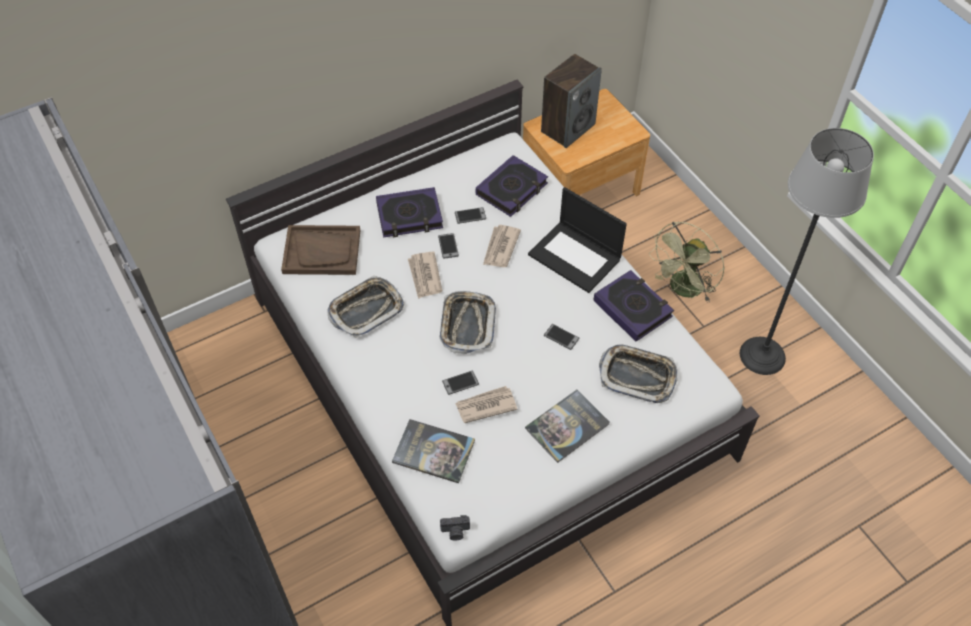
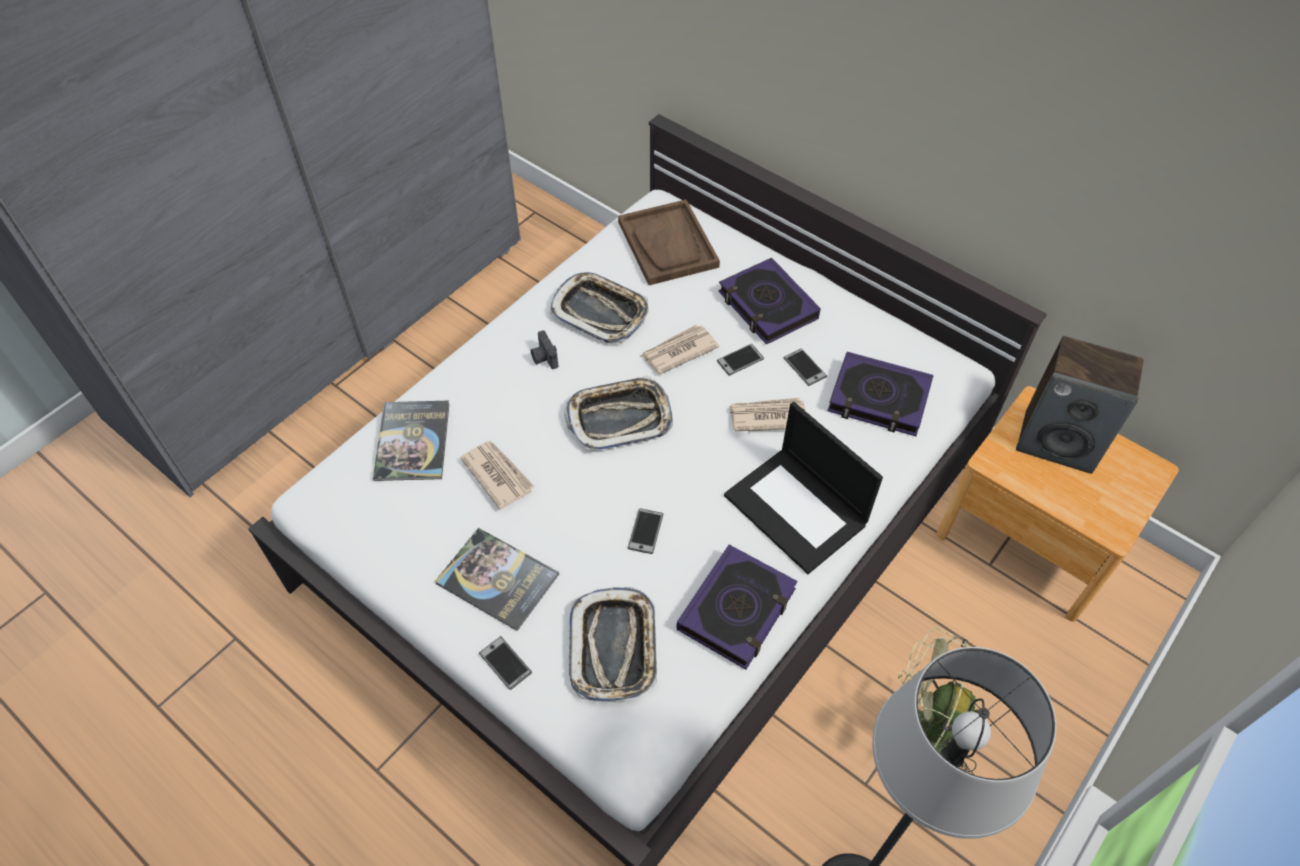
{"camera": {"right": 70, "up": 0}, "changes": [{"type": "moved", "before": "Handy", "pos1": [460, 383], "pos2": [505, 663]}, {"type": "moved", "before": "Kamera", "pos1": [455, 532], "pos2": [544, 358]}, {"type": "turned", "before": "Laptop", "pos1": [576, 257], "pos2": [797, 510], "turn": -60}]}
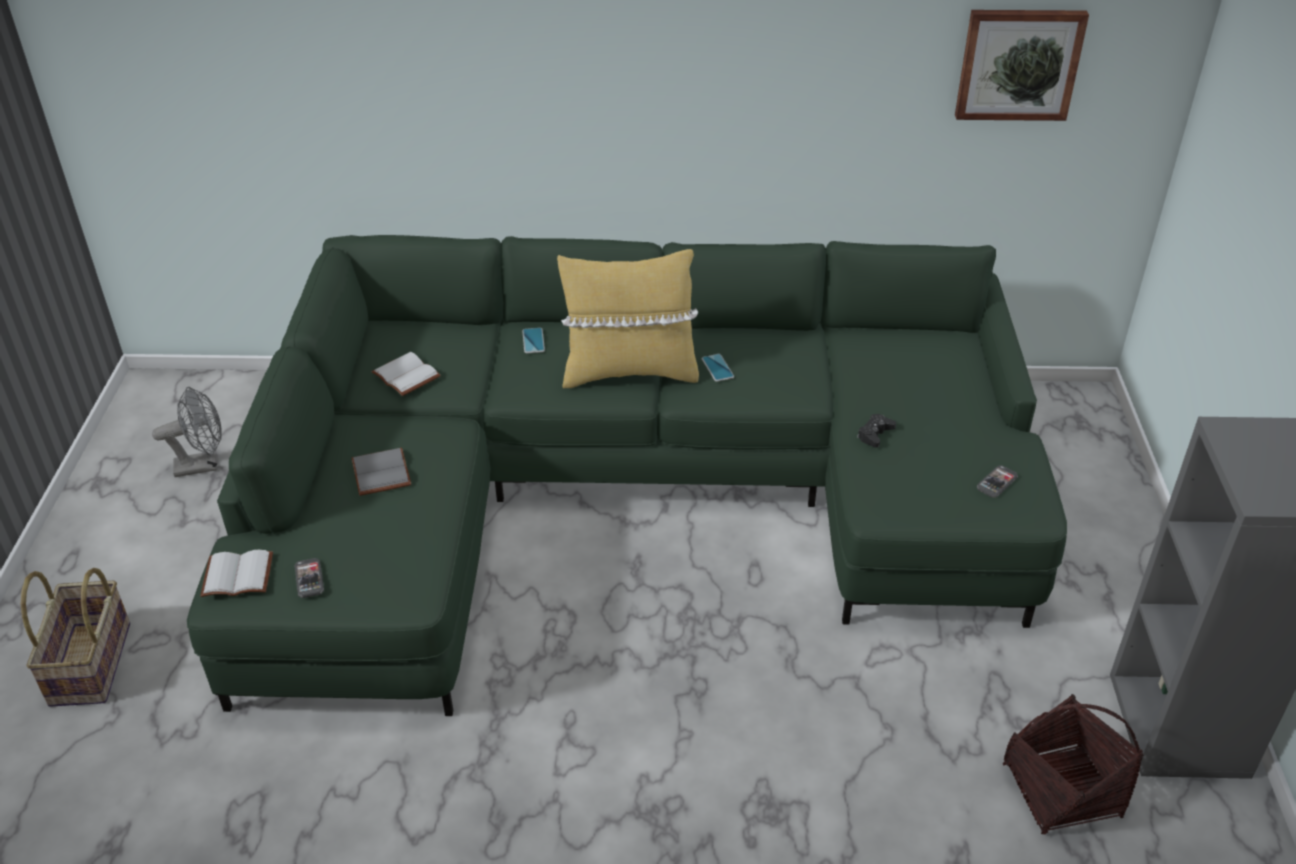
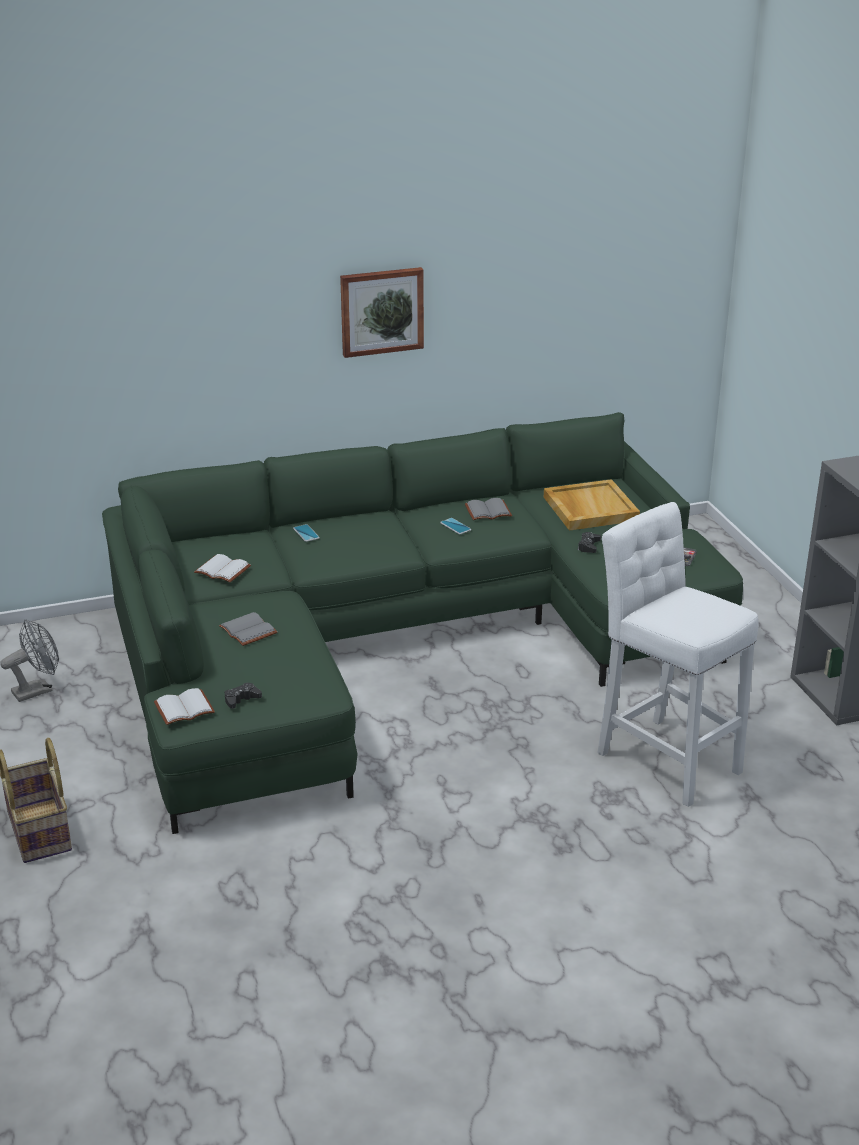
{"camera": {"right": -20, "up": -10}, "changes": [{"type": "replaced", "before": "Handy", "after": "Gamepad [schwarz]", "pos1": [309, 579], "pos2": [241, 699]}, {"type": "moved", "before": "Bild", "pos1": [1018, 64], "pos2": [381, 311]}, {"type": "added", "after": "Buch [grau]", "pos2": [488, 510]}, {"type": "added", "after": "Tablett [beige]", "pos2": [589, 508]}, {"type": "added", "after": "Hocker [weiß]", "pos2": [664, 757]}, {"type": "removed", "before": "Kissen [gelb]", "pos1": [629, 372]}, {"type": "removed", "before": "Korb", "pos1": [1062, 791]}]}
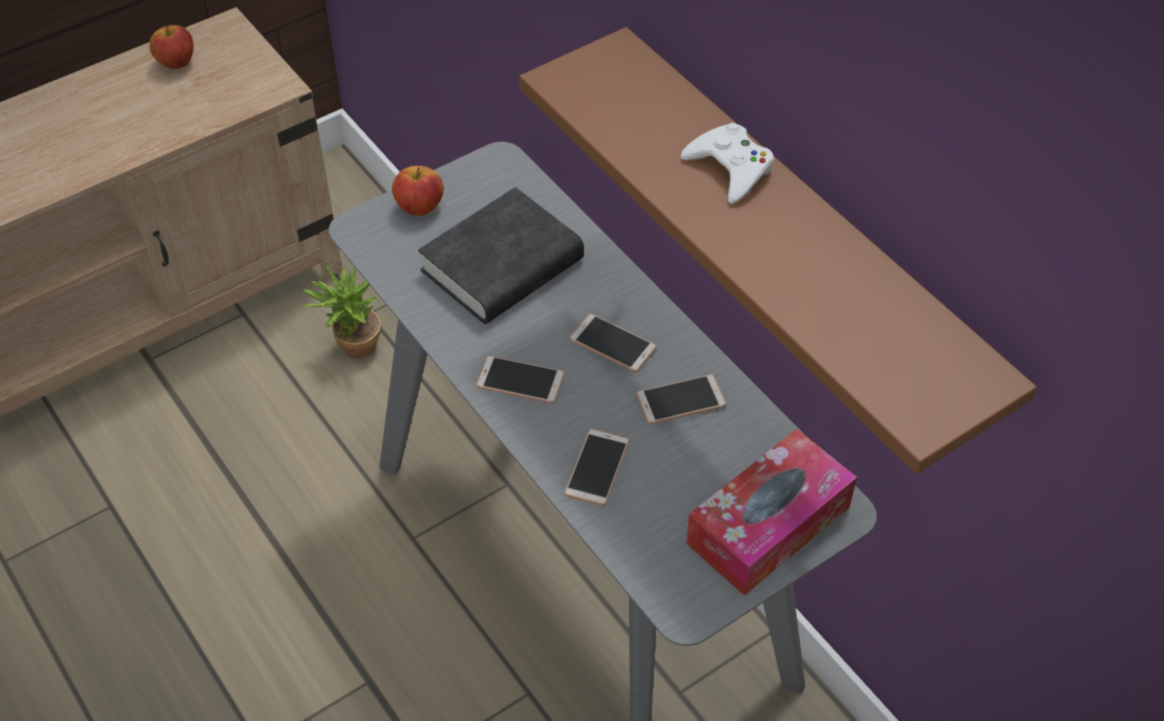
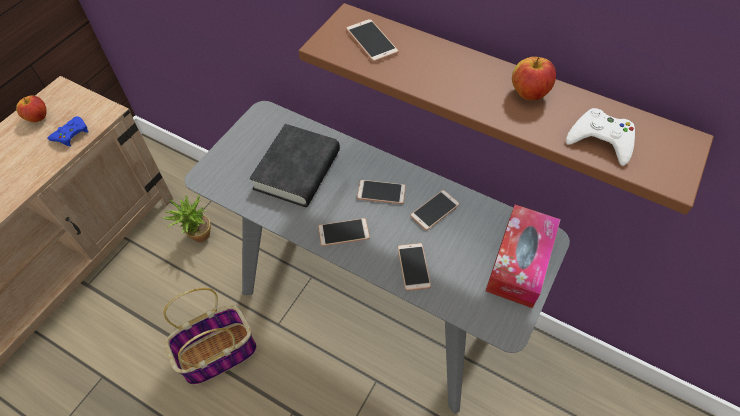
{"camera": {"right": -25, "up": 5}, "changes": [{"type": "added", "after": "Gamepad [blau]", "pos2": [71, 134]}, {"type": "added", "after": "Korb", "pos2": [219, 353]}, {"type": "added", "after": "Handy", "pos2": [371, 41]}, {"type": "moved", "before": "Apfel", "pos1": [419, 207], "pos2": [529, 93]}, {"type": "moved", "before": "Gamepad [weiß]", "pos1": [730, 168], "pos2": [600, 140]}]}
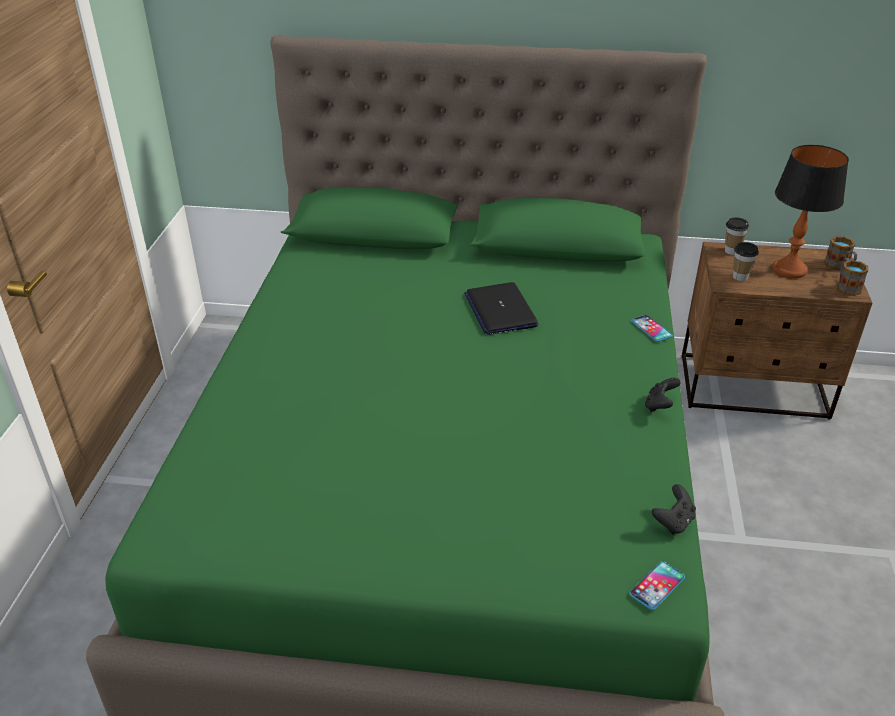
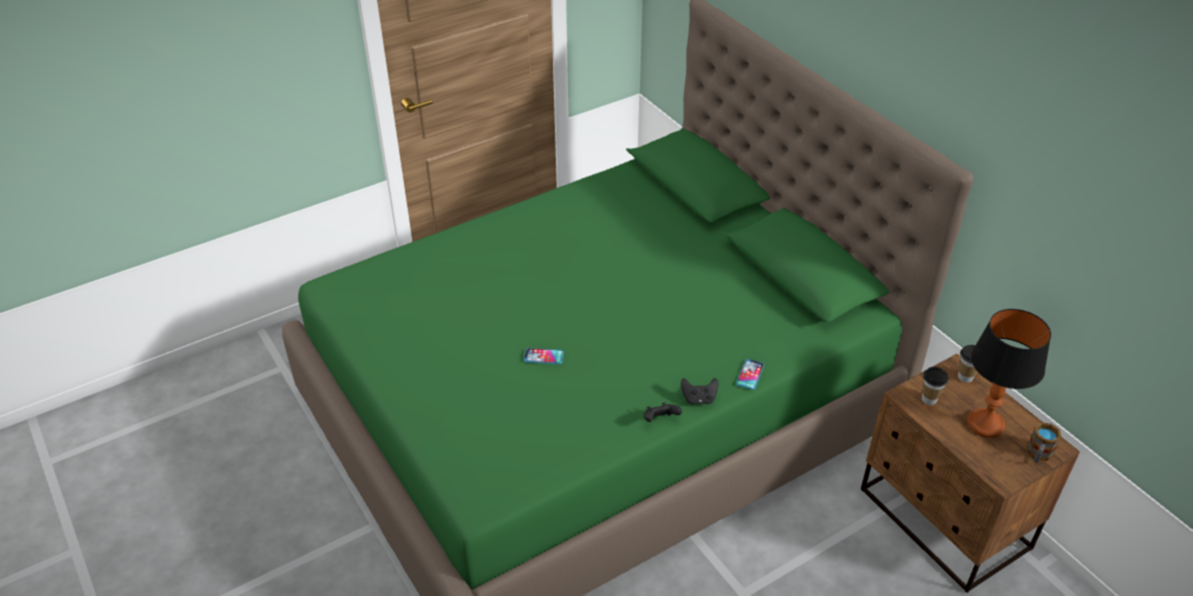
{"camera": {"right": 50, "up": 5}, "changes": [{"type": "moved", "before": "Handy", "pos1": [657, 586], "pos2": [543, 356]}, {"type": "moved", "before": "Gamepad [schwarz]", "pos1": [673, 522], "pos2": [699, 399]}, {"type": "removed", "before": "Laptop", "pos1": [500, 310]}, {"type": "removed", "before": "Henkelbecher", "pos1": [846, 286]}]}
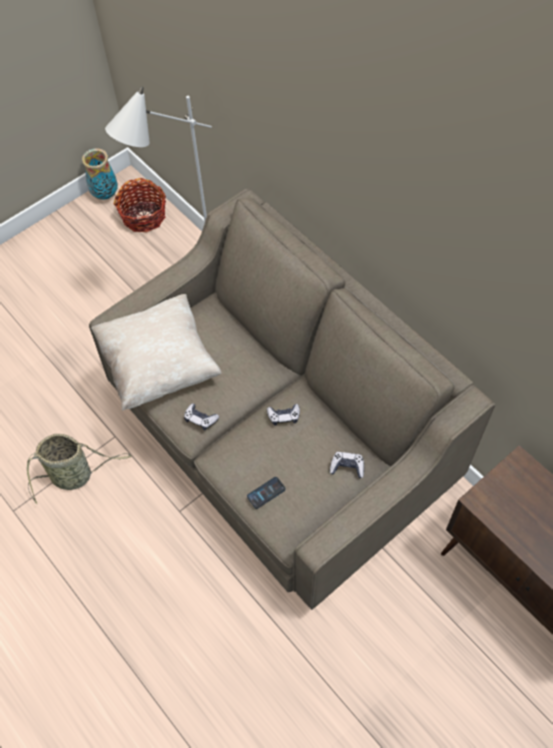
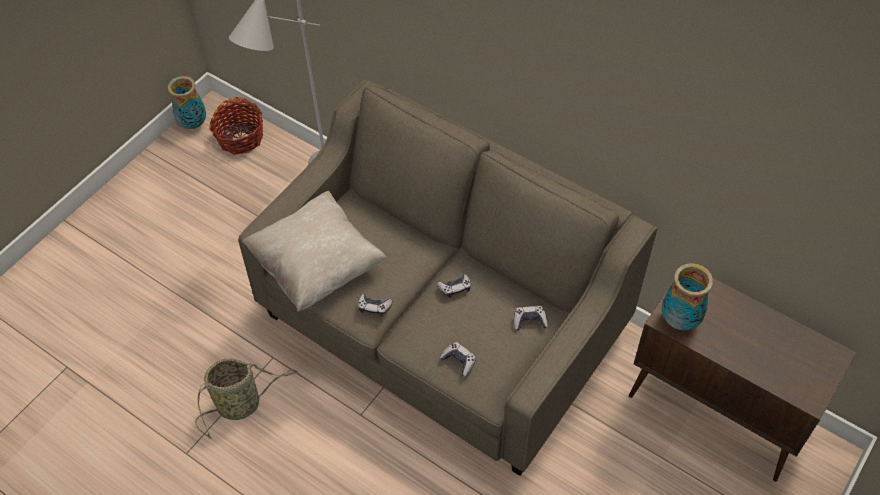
{"camera": {"right": -15, "up": -5}, "changes": [{"type": "replaced", "before": "Handy", "after": "Gamepad", "pos1": [266, 493], "pos2": [459, 361]}, {"type": "added", "after": "Vase", "pos2": [679, 319]}]}
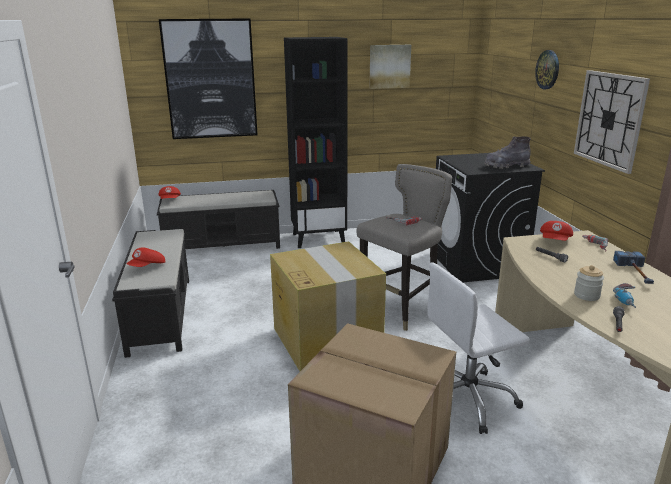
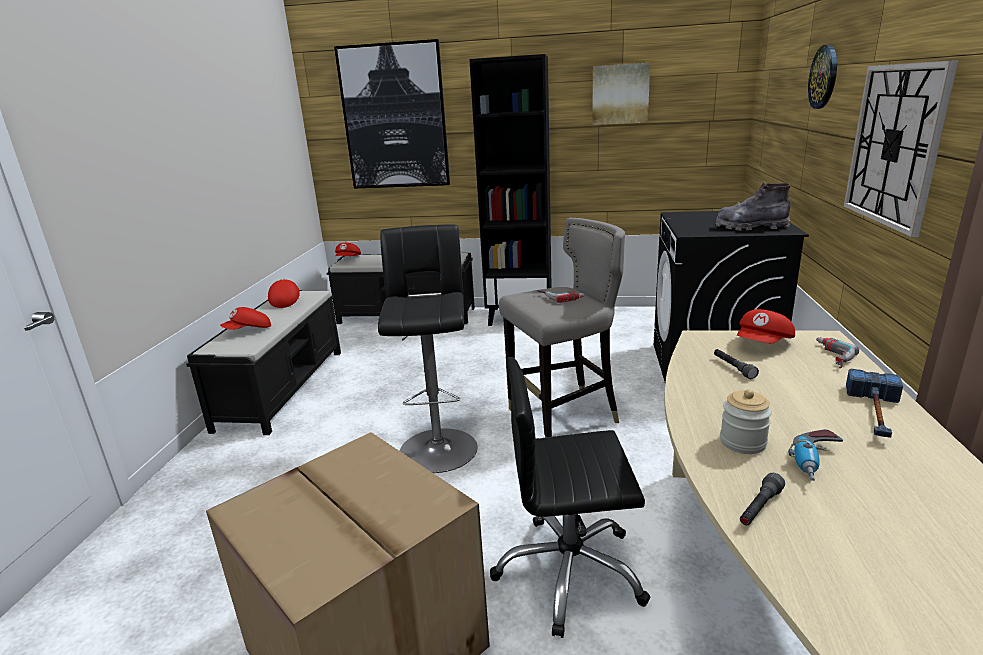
{"camera": {"right": 20, "up": 0}, "changes": [{"type": "added", "after": "Kappe [rot]", "pos2": [285, 302]}, {"type": "replaced", "before": "Karton", "after": "Hocker [schwarz]", "pos1": [326, 339], "pos2": [438, 446]}, {"type": "recoloured", "before": "Bürostuhl [weiß]", "after": "Bürostuhl [schwarz]", "pos1": [467, 399], "pos2": [569, 572]}]}
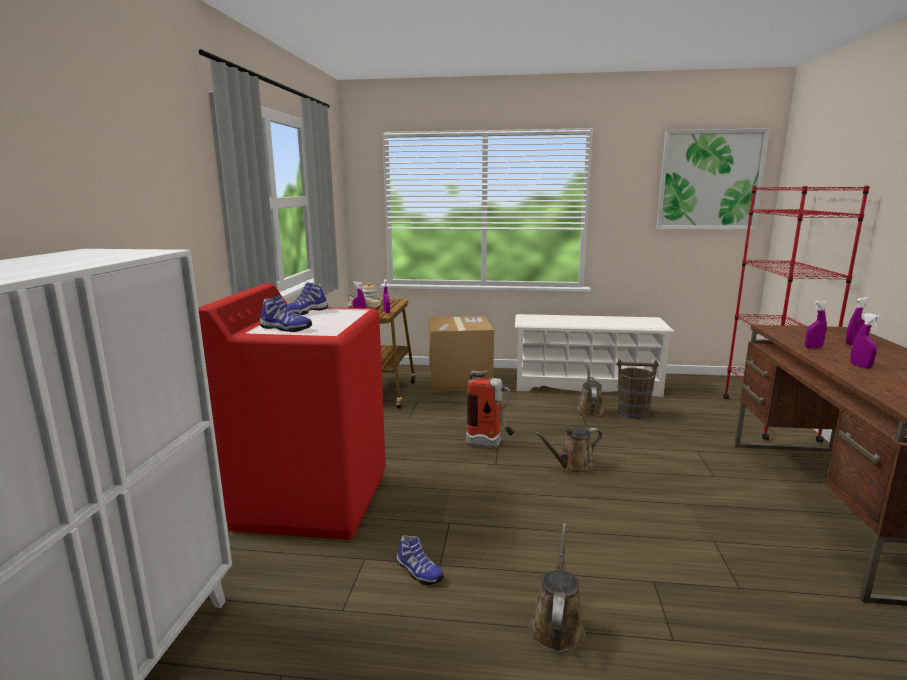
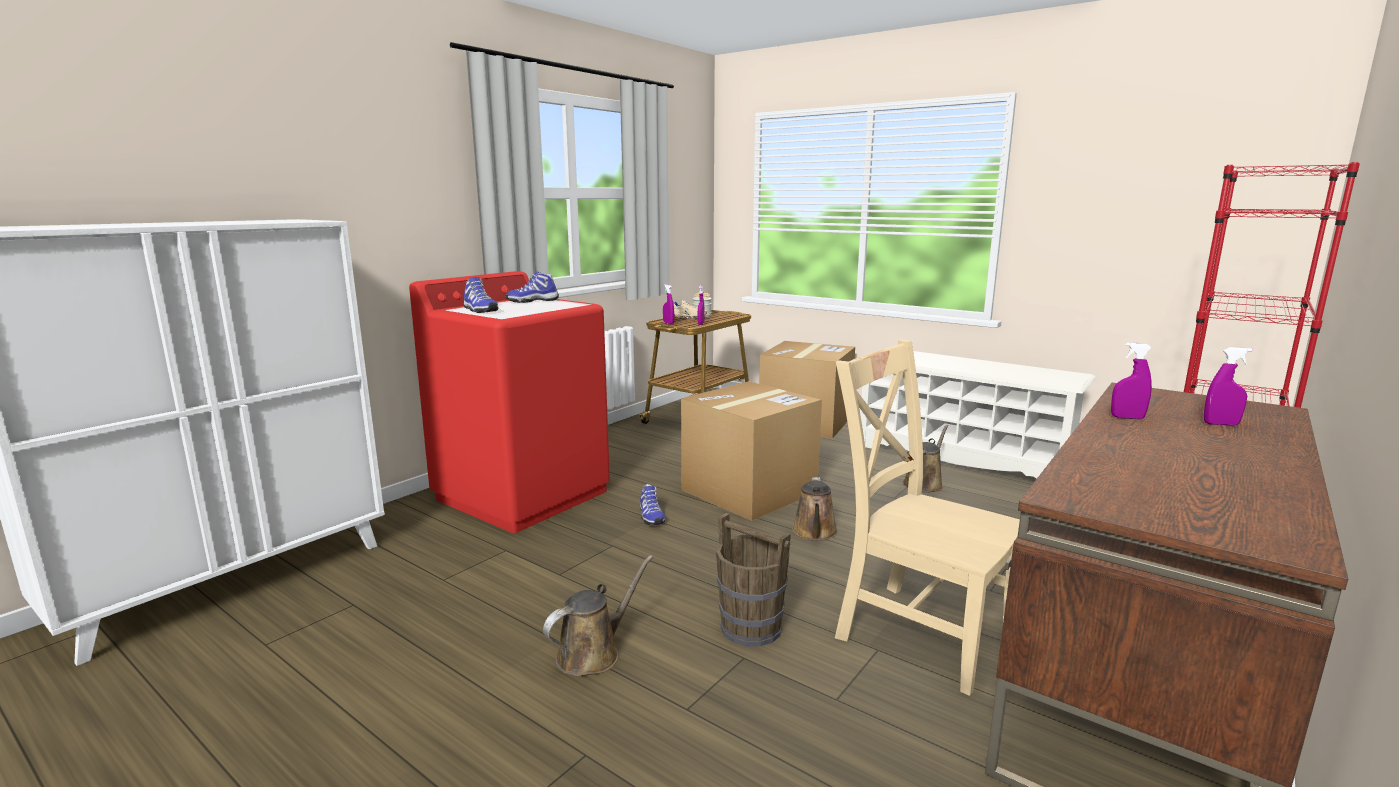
{"camera": {"right": 30, "up": 0}, "changes": [{"type": "moved", "before": "Schuh", "pos1": [418, 572], "pos2": [650, 517]}, {"type": "replaced", "before": "Feuerlöscher", "after": "Karton", "pos1": [490, 445], "pos2": [749, 491]}, {"type": "moved", "before": "Eimer [braun]", "pos1": [633, 412], "pos2": [751, 628]}, {"type": "turned", "before": "Gießkanne [braun]", "pos1": [573, 466], "pos2": [814, 533], "turn": -90}, {"type": "added", "after": "Stuhl [beige]", "pos2": [917, 631]}, {"type": "removed", "before": "Bild", "pos1": [709, 180]}, {"type": "removed", "before": "Sprühflasche [lila]", "pos1": [860, 366]}]}
